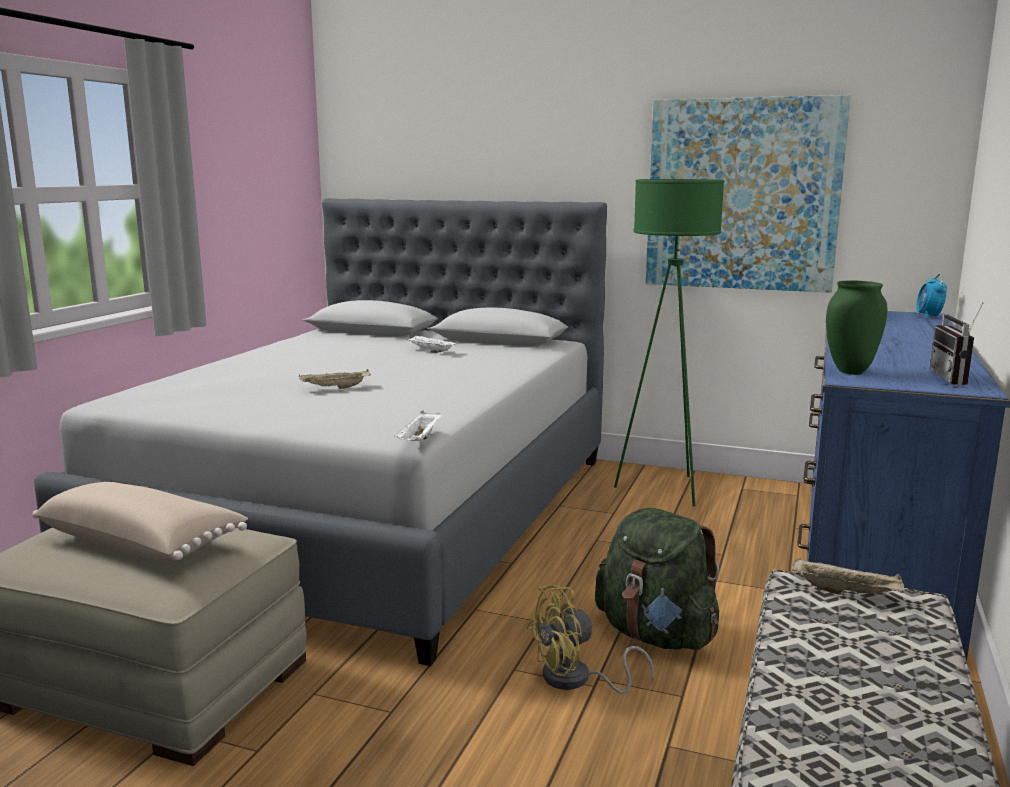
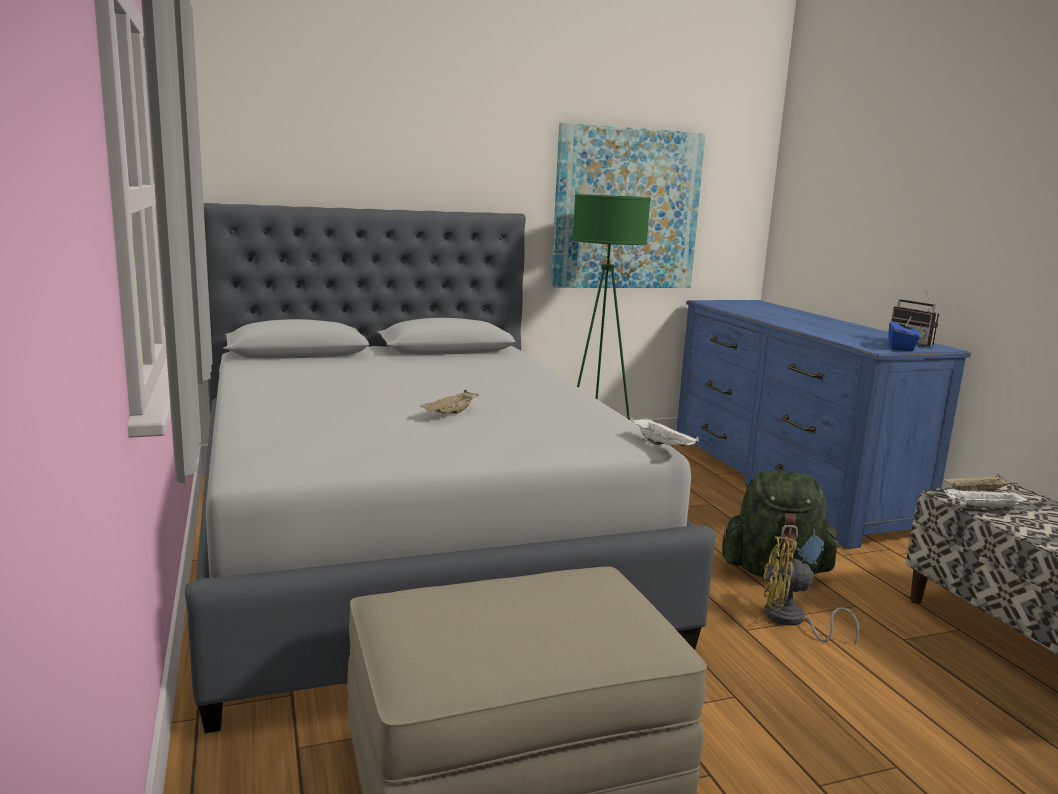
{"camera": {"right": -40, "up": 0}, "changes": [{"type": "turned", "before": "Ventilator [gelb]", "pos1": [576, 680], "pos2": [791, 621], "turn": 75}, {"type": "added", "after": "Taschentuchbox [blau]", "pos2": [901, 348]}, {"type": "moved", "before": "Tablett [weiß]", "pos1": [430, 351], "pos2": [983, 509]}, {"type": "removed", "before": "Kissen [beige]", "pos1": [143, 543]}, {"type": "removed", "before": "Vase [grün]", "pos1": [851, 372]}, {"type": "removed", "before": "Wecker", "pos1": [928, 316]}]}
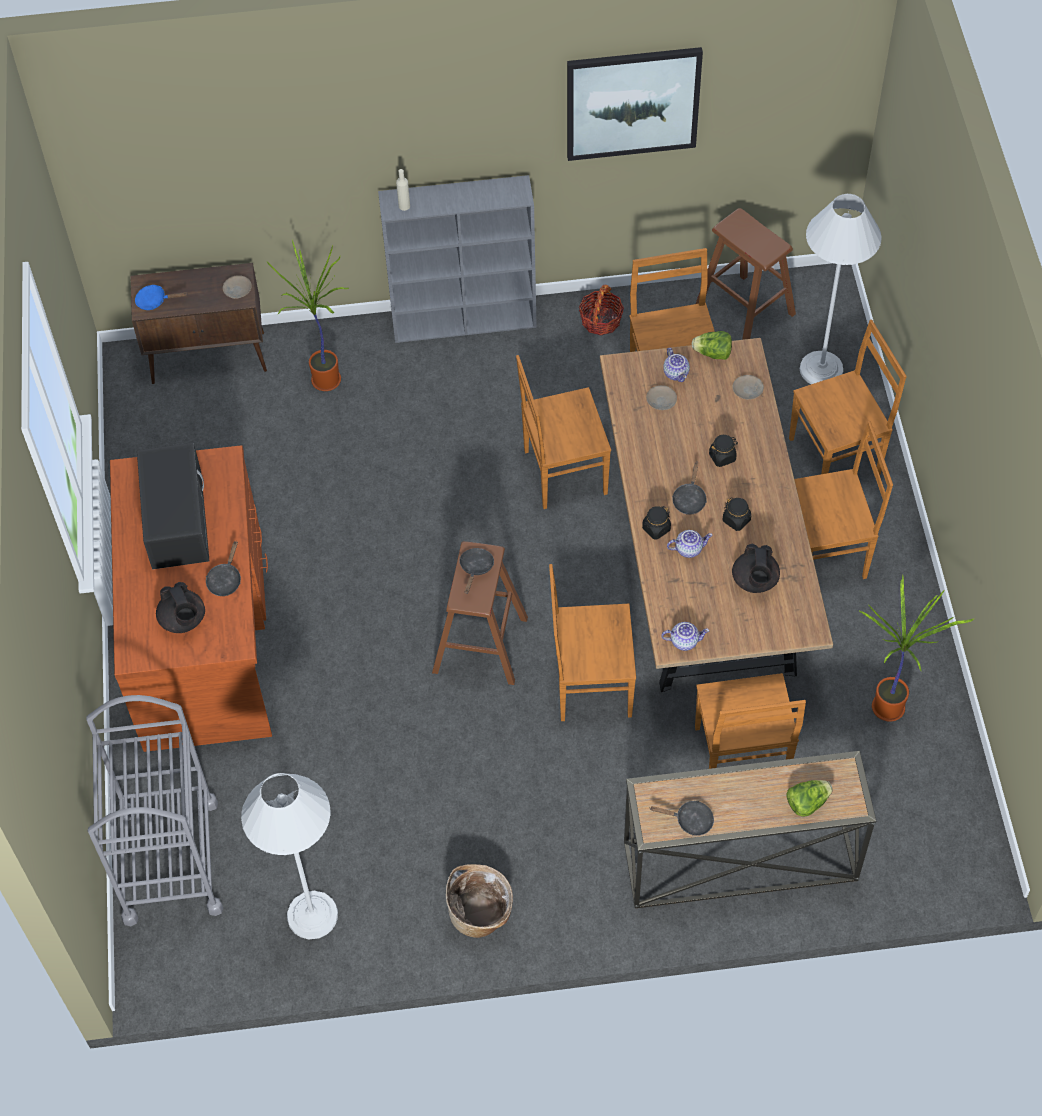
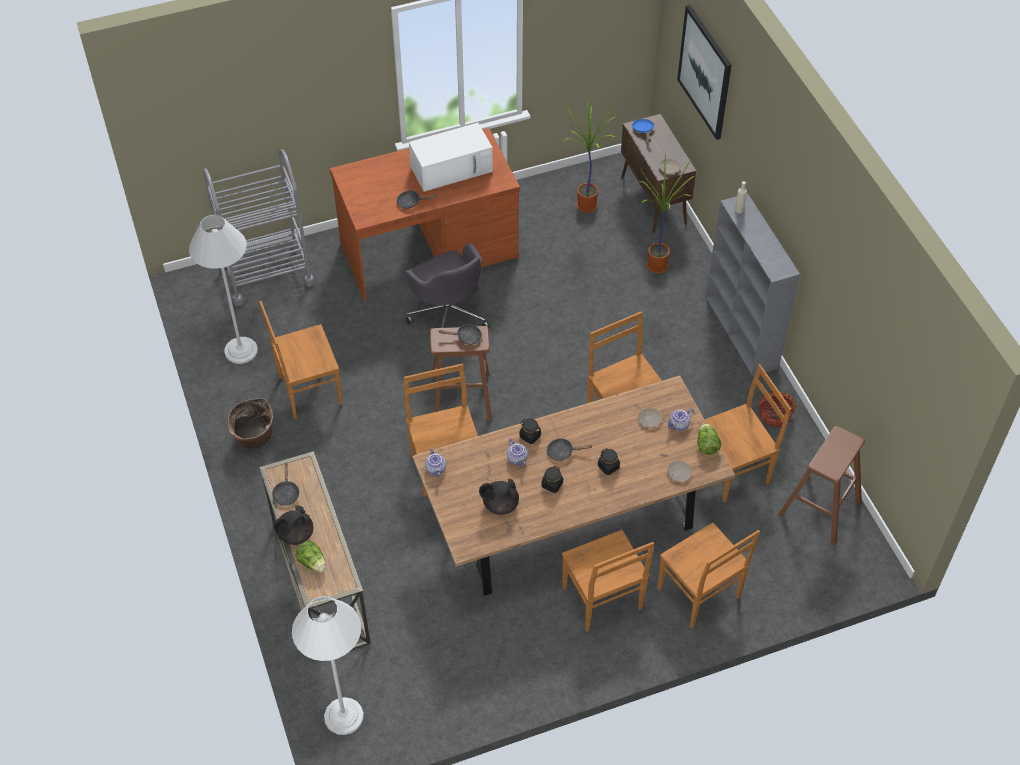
{"camera": {"right": 75, "up": -5}, "changes": [{"type": "moved", "before": "Stuhl [braun]", "pos1": [741, 756], "pos2": [308, 391]}, {"type": "moved", "before": "Teekanne [schwarz]", "pos1": [183, 620], "pos2": [295, 534]}, {"type": "moved", "before": "Stehlampe [weiß]", "pos1": [821, 369], "pos2": [343, 716]}, {"type": "added", "after": "Bürostuhl [grau]", "pos2": [448, 314]}, {"type": "recoloured", "before": "Mikrowelle [schwarz]", "after": "Mikrowelle [weiß]", "pos1": [176, 518], "pos2": [452, 168]}, {"type": "moved", "before": "Topfpflanze", "pos1": [890, 709], "pos2": [586, 207]}, {"type": "moved", "before": "Bild", "pos1": [632, 103], "pos2": [705, 72]}]}
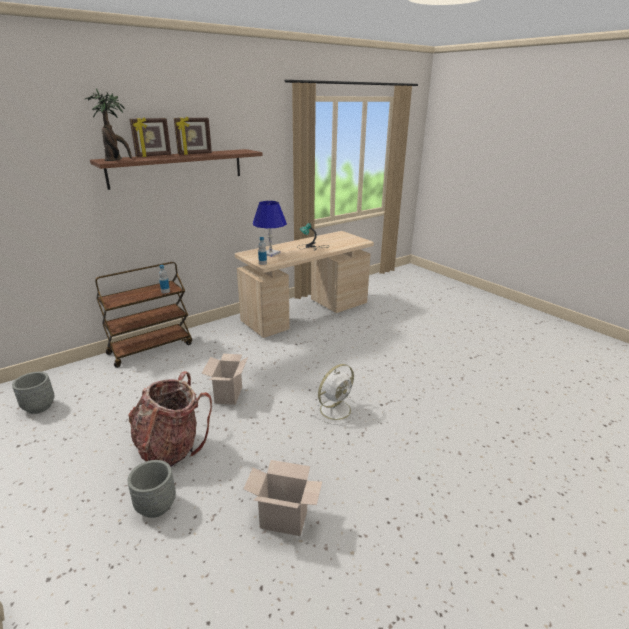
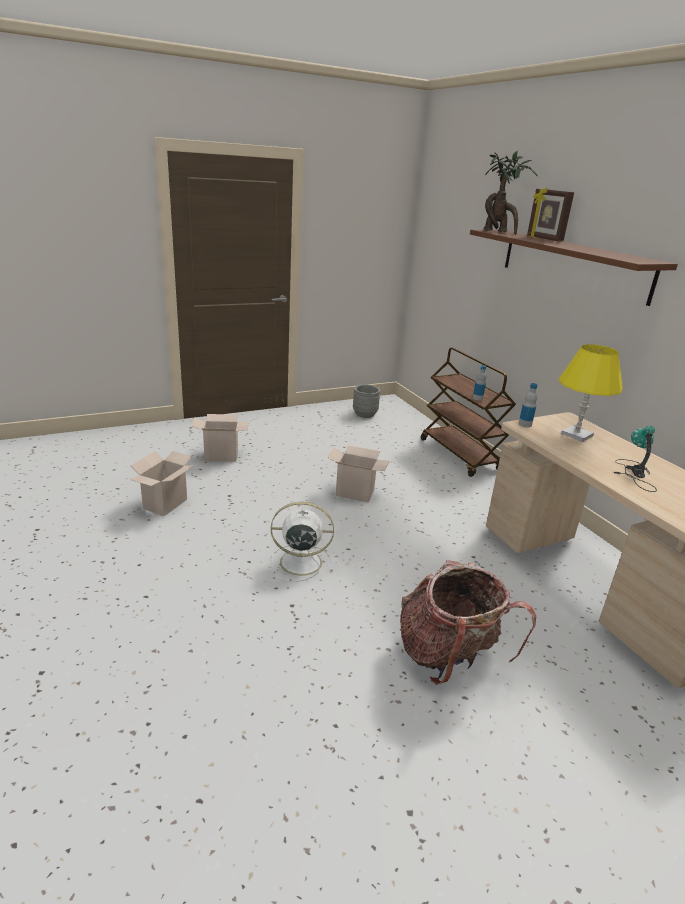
{"camera": {"right": 100, "up": 0}, "changes": [{"type": "replaced", "before": "Pflanzkübel [grau]", "after": "Karton", "pos1": [156, 506], "pos2": [222, 455]}, {"type": "turned", "before": "Ventilator [weiß]", "pos1": [336, 409], "pos2": [298, 562], "turn": 120}, {"type": "moved", "before": "Rucksack", "pos1": [171, 447], "pos2": [449, 657]}, {"type": "recoloured", "before": "Tischlampe [blau]", "after": "Tischlampe [gelb]", "pos1": [270, 253], "pos2": [576, 434]}, {"type": "removed", "before": "Bilderrahmen", "pos1": [195, 154]}]}
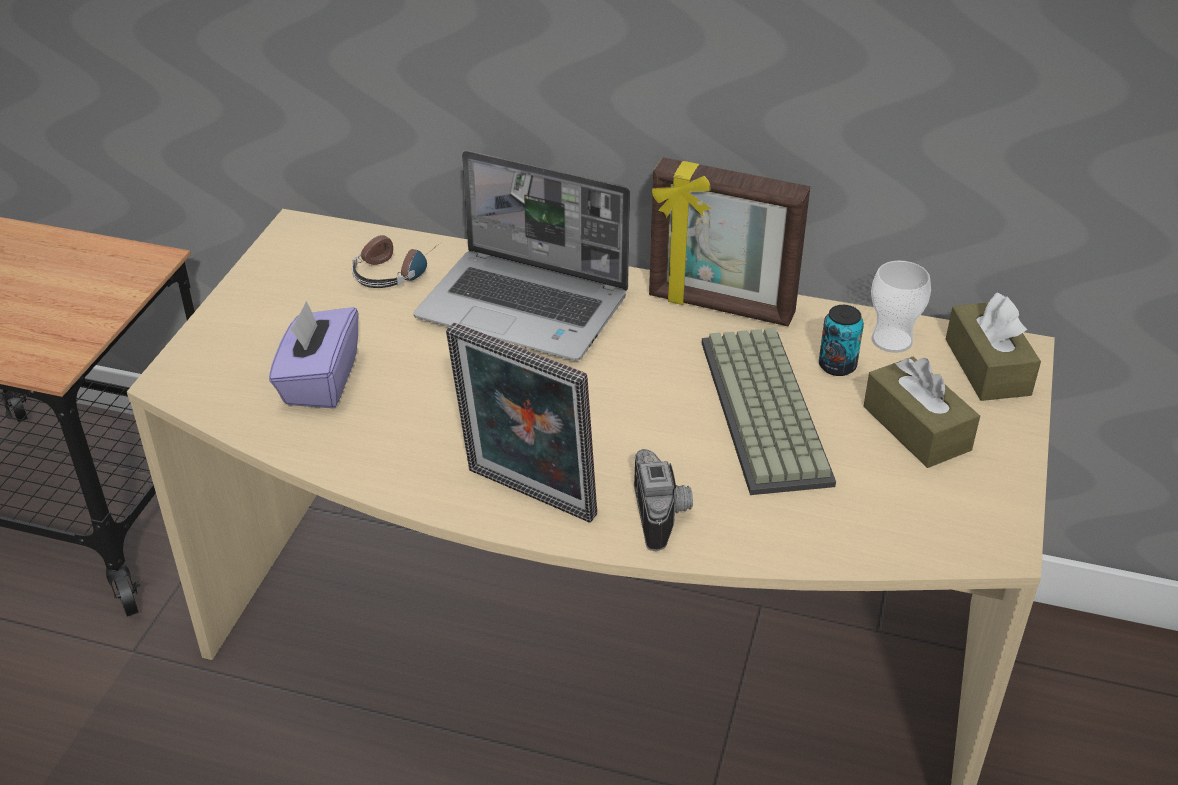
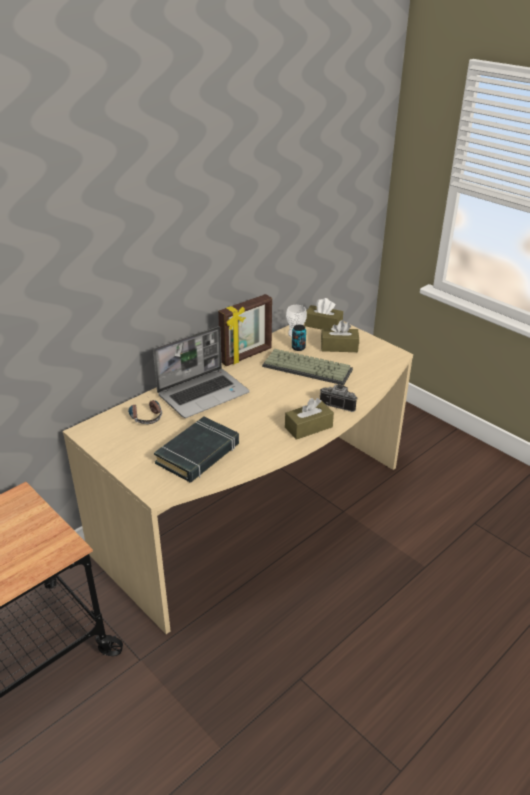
{"camera": {"right": -60, "up": -5}, "changes": [{"type": "replaced", "before": "Taschentuchbox [lila]", "after": "Buch [schwarz]", "pos1": [319, 381], "pos2": [198, 454]}, {"type": "replaced", "before": "Bilderrahmen", "after": "Taschentuchbox [braun]", "pos1": [526, 498], "pos2": [308, 427]}]}
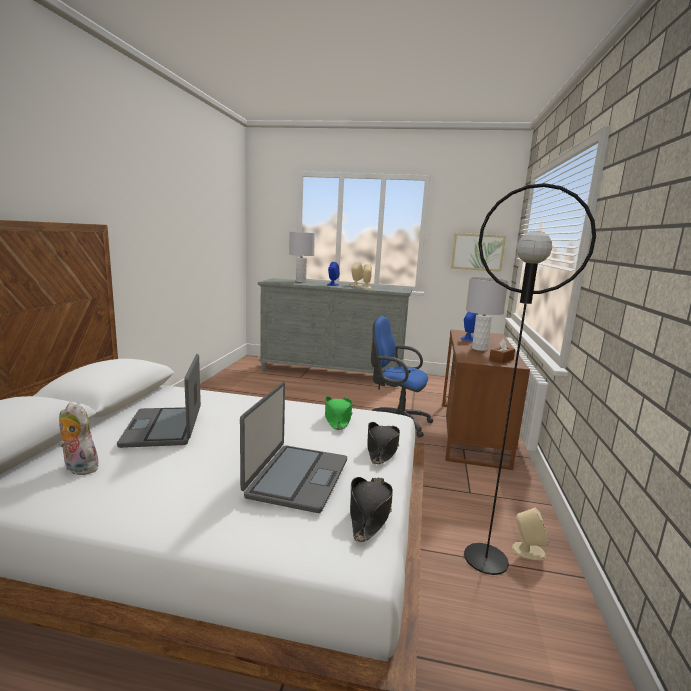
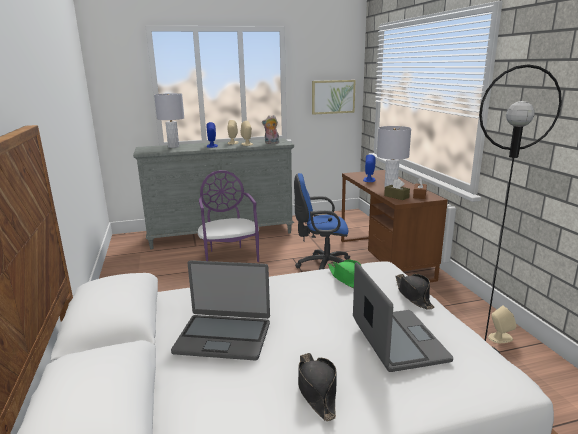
{"camera": {"right": -25, "up": 5}, "changes": [{"type": "turned", "before": "Laptop", "pos1": [164, 428], "pos2": [223, 337], "turn": -45}, {"type": "added", "after": "Stuhl [lila]", "pos2": [229, 256]}, {"type": "moved", "before": "Plüschtier", "pos1": [78, 468], "pos2": [271, 143]}, {"type": "moved", "before": "Hut [schwarz]", "pos1": [369, 513], "pos2": [316, 390]}, {"type": "added", "after": "Taschentuchbox [braun]", "pos2": [396, 196]}]}
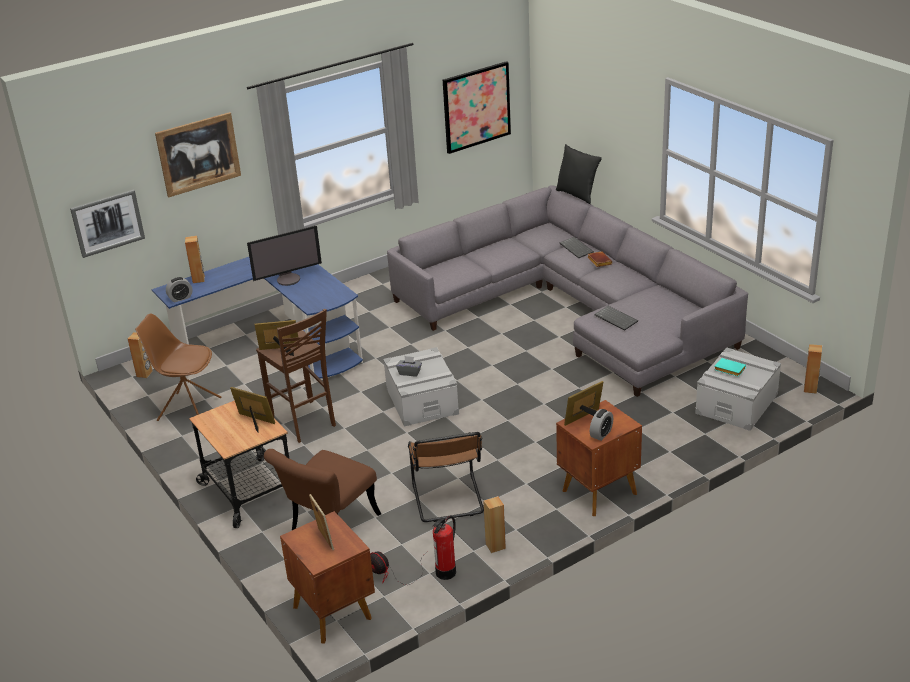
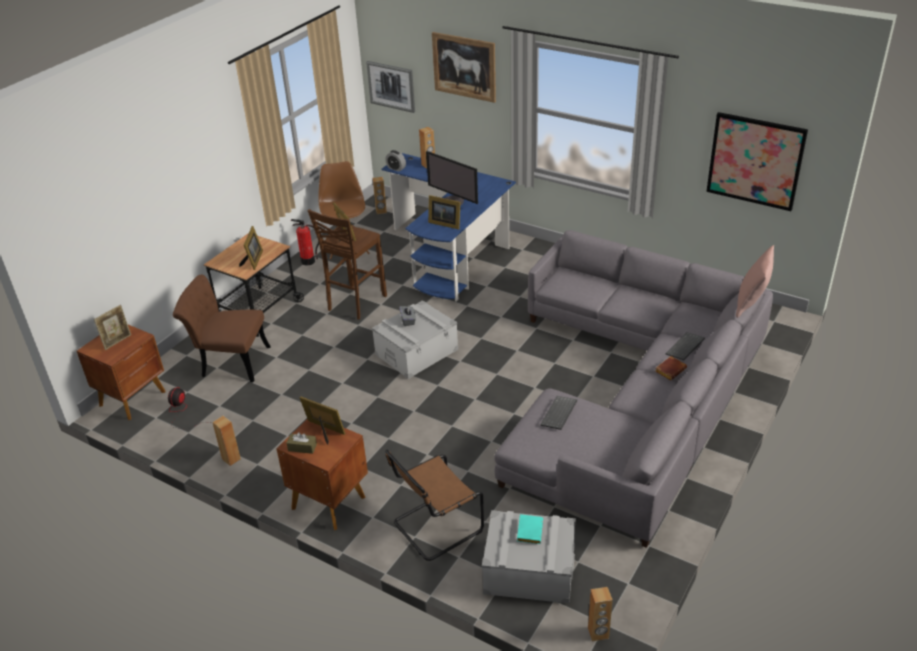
{"camera": {"right": 65, "up": 5}, "changes": [{"type": "replaced", "before": "Wecker", "after": "Taschentuchbox [braun]", "pos1": [601, 434], "pos2": [302, 447]}, {"type": "moved", "before": "Feuerlöscher", "pos1": [446, 572], "pos2": [308, 261]}, {"type": "moved", "before": "Stuhl [braun]", "pos1": [448, 500], "pos2": [435, 528]}, {"type": "added", "after": "Bilderrahmen", "pos2": [444, 223]}, {"type": "recoloured", "before": "Kissen [schwarz]", "after": "Kissen [rosa]", "pos1": [577, 195], "pos2": [751, 304]}]}
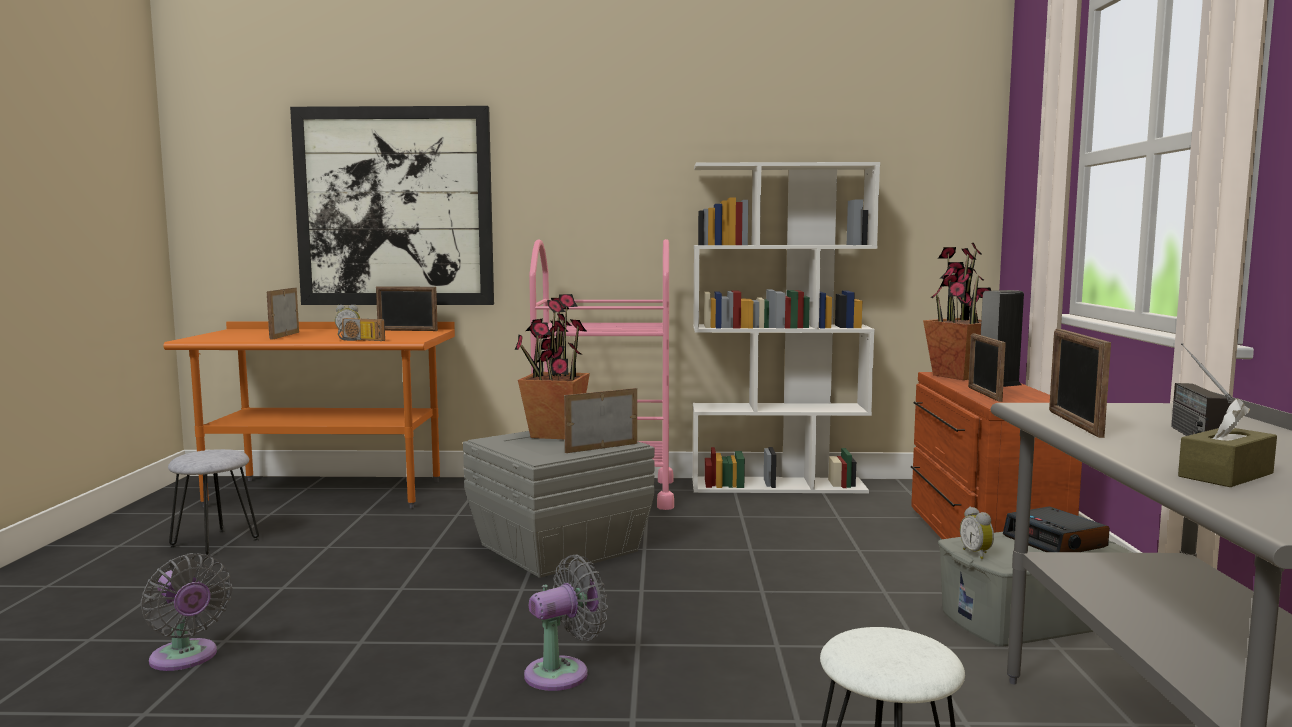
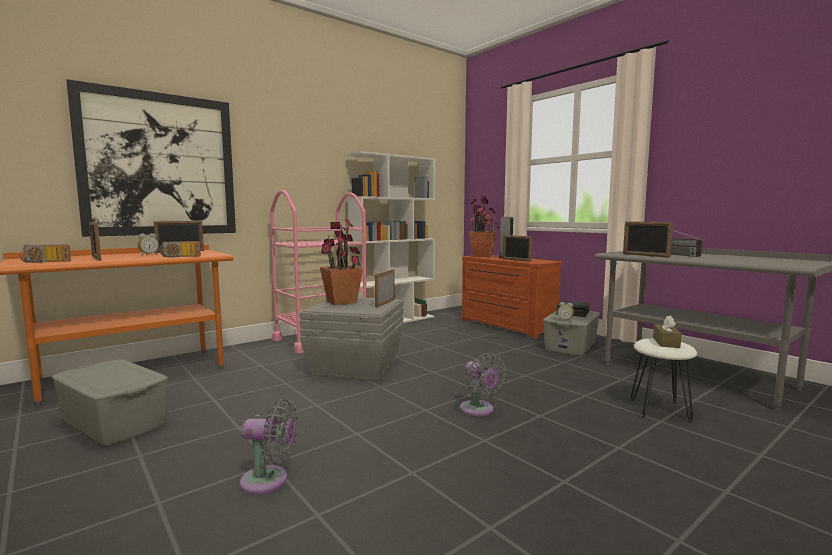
{"camera": {"right": -40, "up": 0}, "changes": [{"type": "added", "after": "Radio", "pos2": [44, 262]}, {"type": "replaced", "before": "Hocker [grau]", "after": "Aufbewahrungsbox [grau]", "pos1": [214, 543], "pos2": [113, 422]}, {"type": "turned", "before": "Ventilator [grau]", "pos1": [563, 672], "pos2": [478, 410], "turn": 135}, {"type": "moved", "before": "Taschentuchbox [braun]", "pos1": [1225, 475], "pos2": [666, 342]}]}
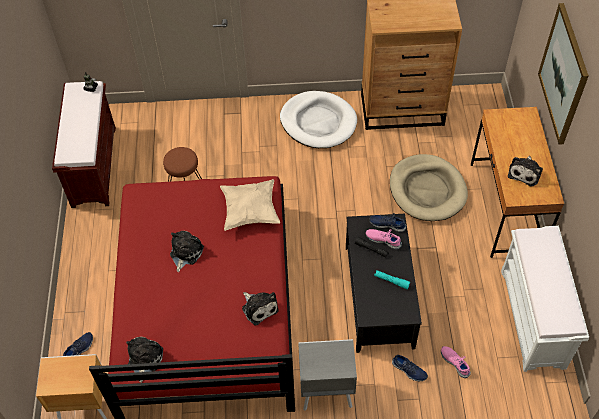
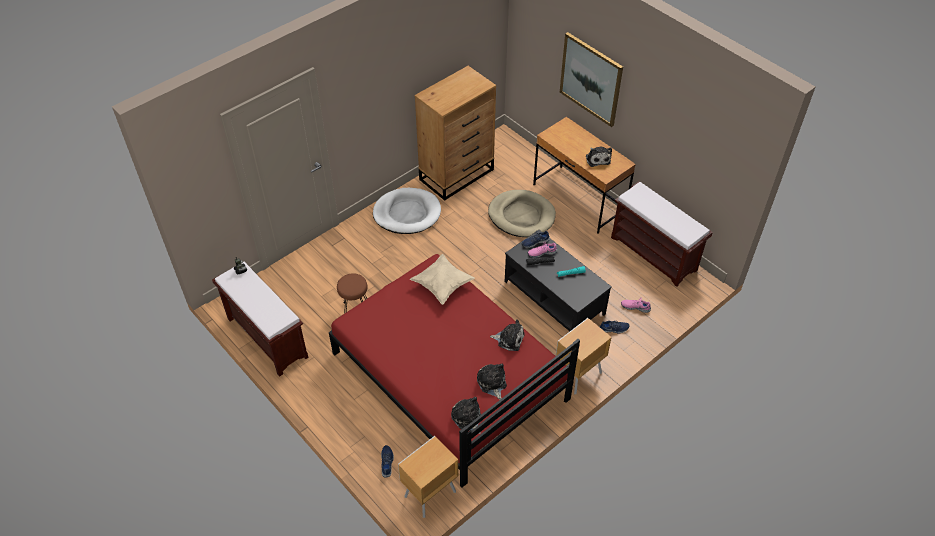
{"camera": {"right": -40, "up": -5}, "changes": [{"type": "moved", "before": "Plüschtier", "pos1": [185, 253], "pos2": [492, 383]}, {"type": "recoloured", "before": "Nachttisch [grau]", "after": "Nachttisch [braun]", "pos1": [325, 392], "pos2": [577, 375]}, {"type": "recoloured", "before": "Bank [weiß]", "after": "Bank [braun]", "pos1": [533, 319], "pos2": [654, 254]}]}
